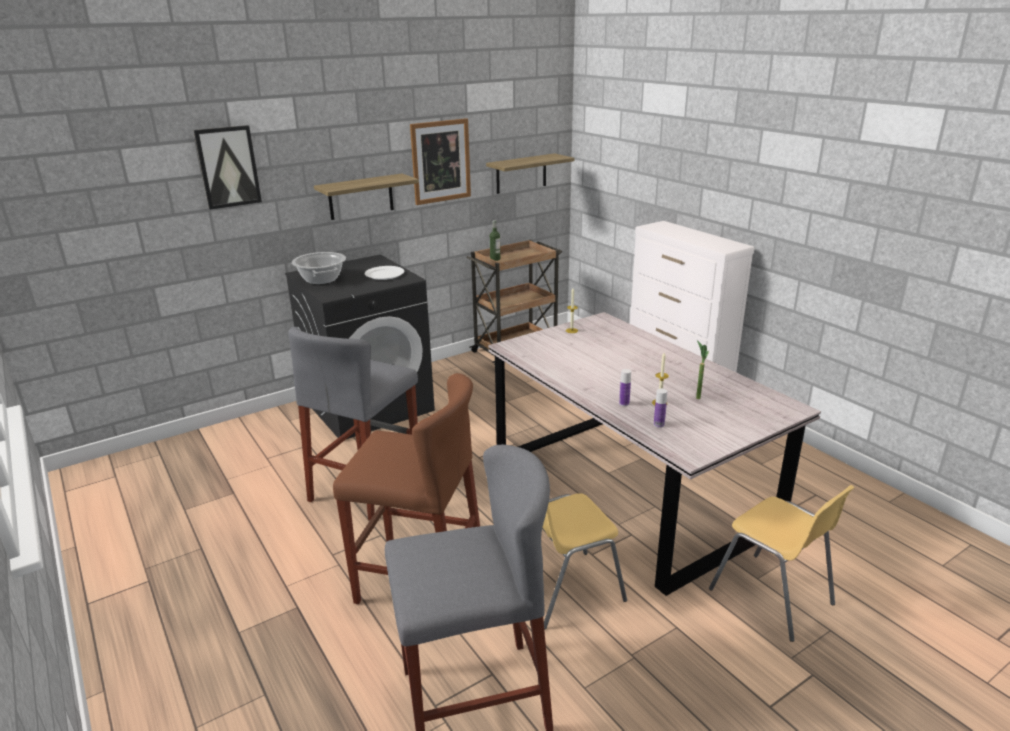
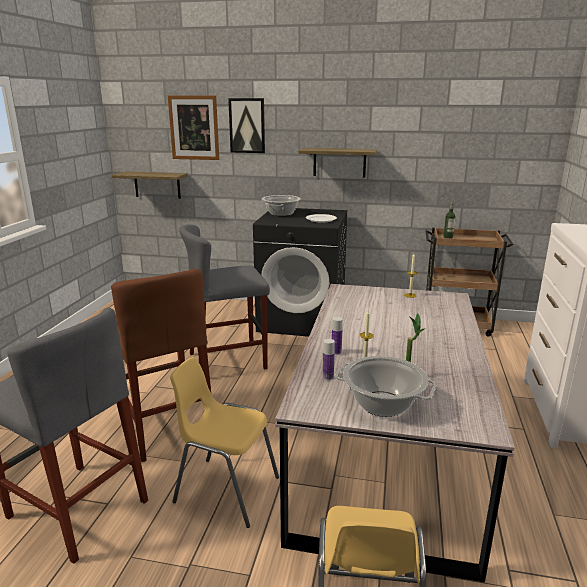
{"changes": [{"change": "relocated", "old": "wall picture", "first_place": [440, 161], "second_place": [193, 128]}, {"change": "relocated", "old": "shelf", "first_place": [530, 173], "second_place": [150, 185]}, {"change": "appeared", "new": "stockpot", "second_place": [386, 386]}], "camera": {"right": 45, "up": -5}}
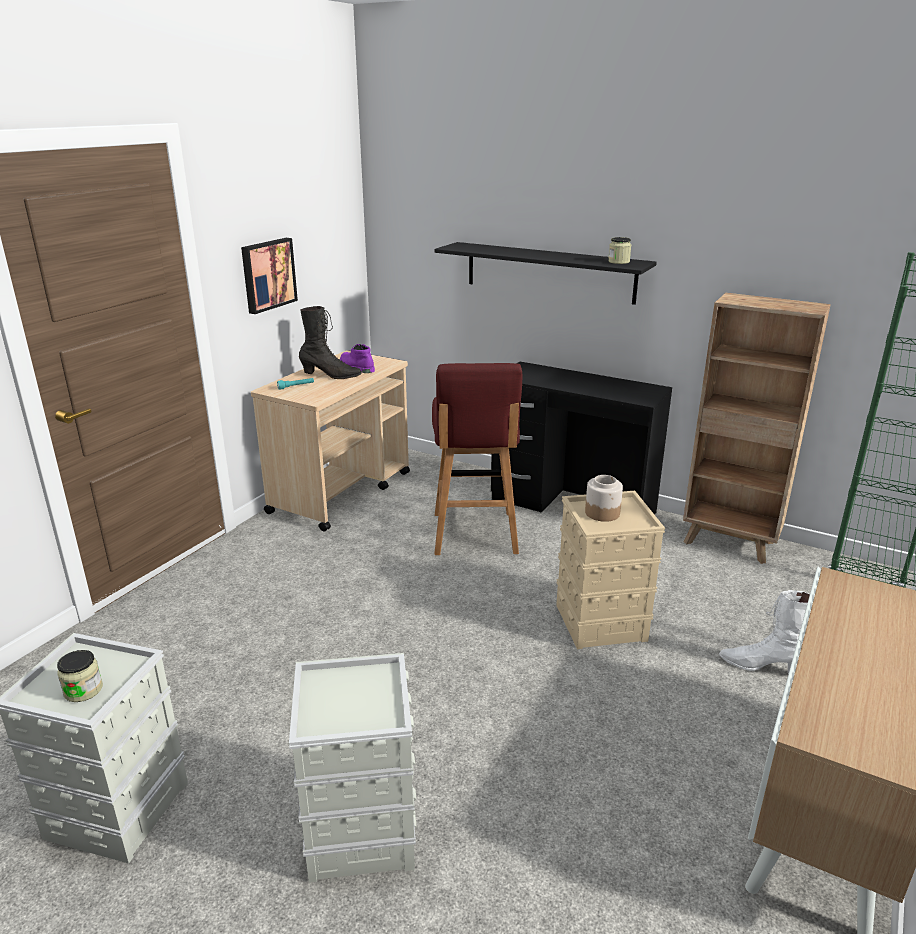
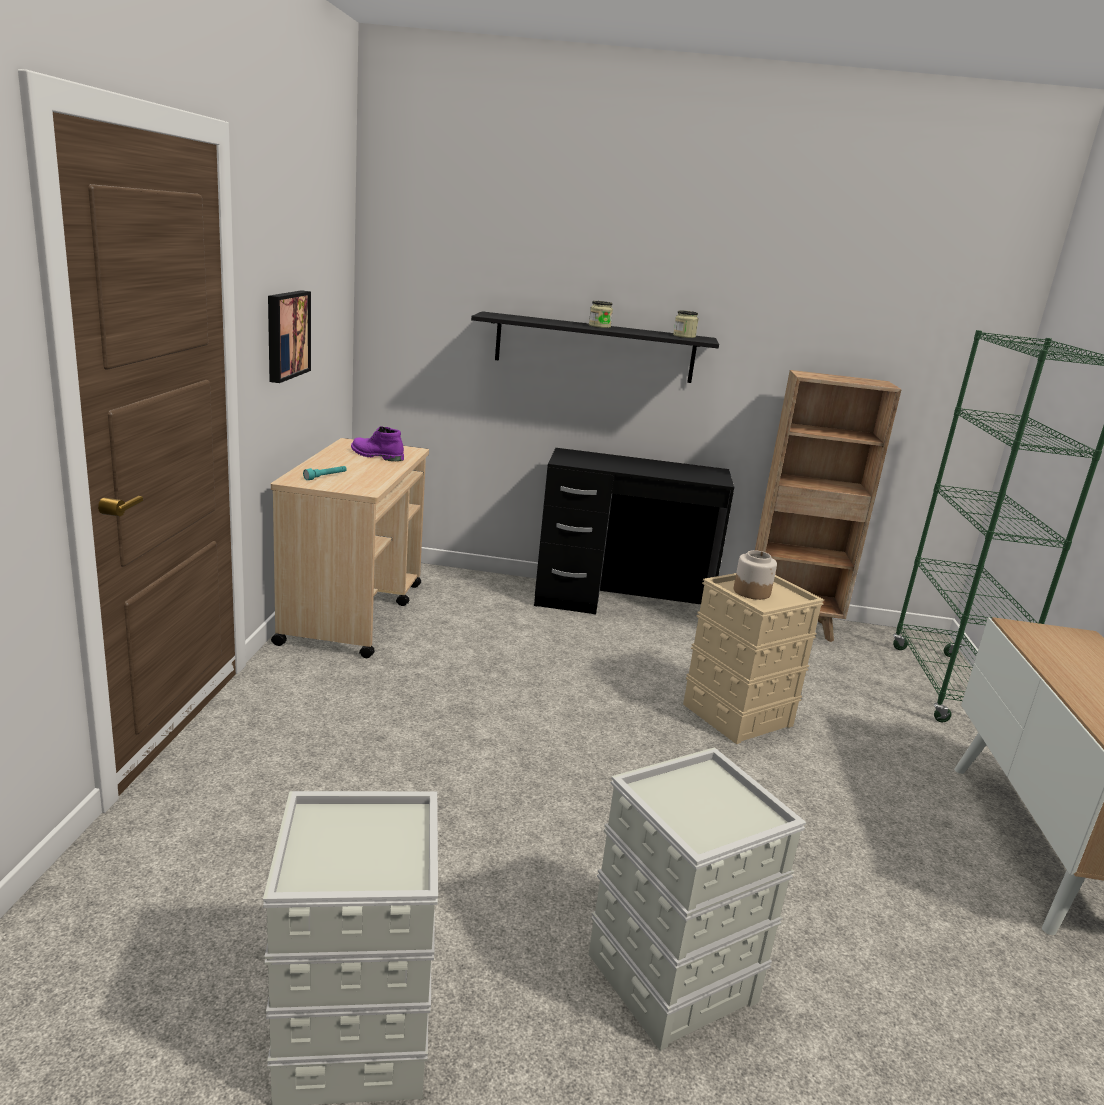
{"changes": [{"change": "relocated", "old": "preserve jar", "first_place": [80, 676], "second_place": [601, 314]}, {"change": "missing", "old": "tall boot/blackish", "first_place": [330, 342]}, {"change": "missing", "old": "stool/red", "first_place": [477, 459]}, {"change": "missing", "old": "tall boot/white", "first_place": [764, 632]}], "camera": {"right": -25, "up": -5}}
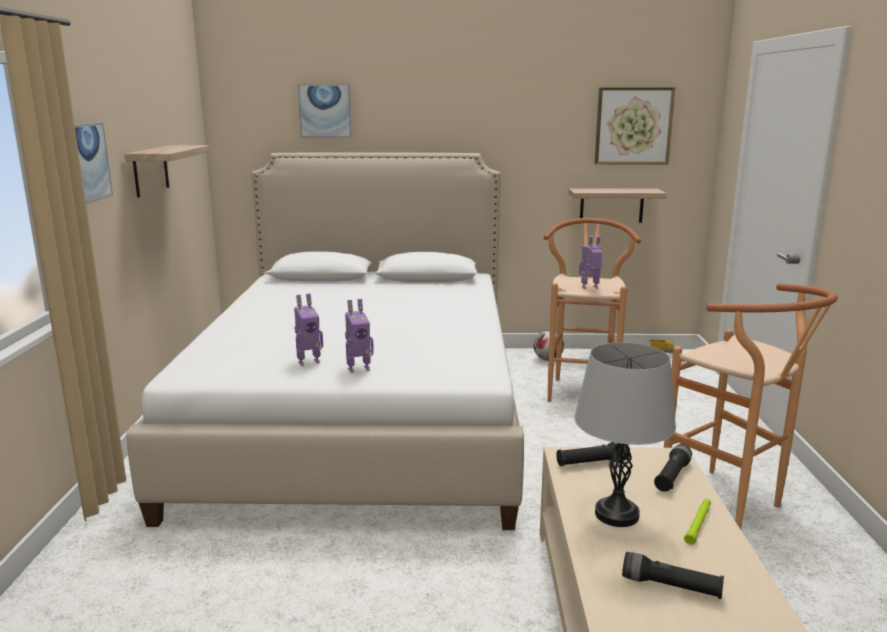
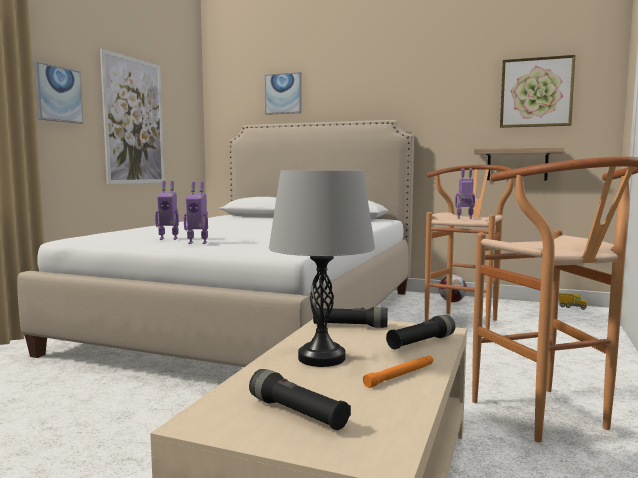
{"changes": [{"change": "exchanged", "old": "shelf", "new": "wall picture", "first_place": [167, 171], "second_place": [132, 116]}, {"change": "colour", "old": "torch/green-coloured", "new": "torch/orange-coloured", "first_place": [697, 522], "second_place": [398, 372]}], "camera": {"right": 20, "up": -10}}
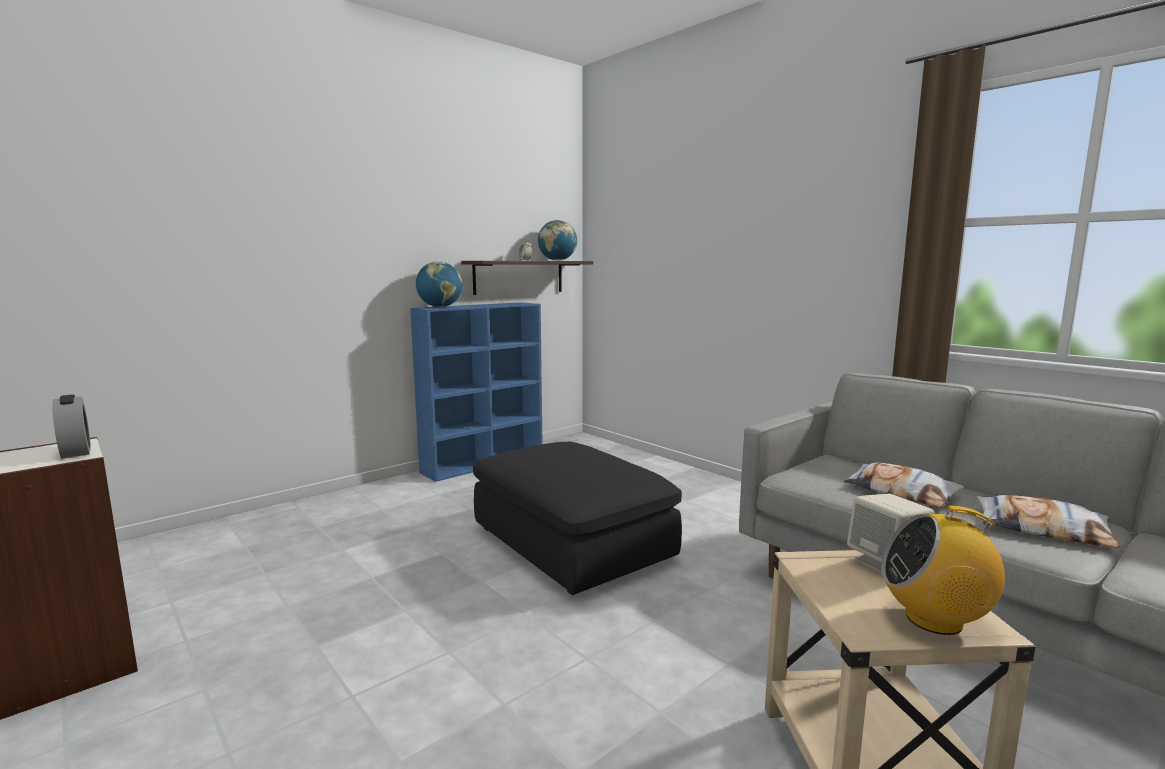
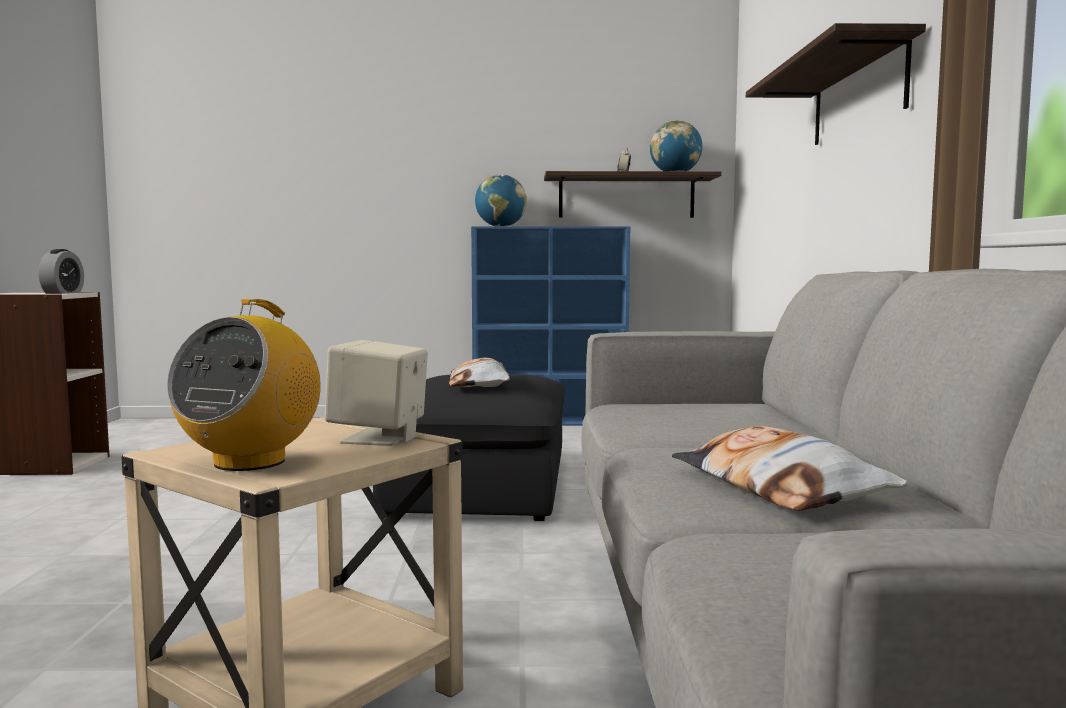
{"changes": [{"change": "relocated", "old": "cushion", "first_place": [904, 485], "second_place": [479, 373]}, {"change": "spun", "old": "radio receiver", "first_place": [943, 570], "second_place": [244, 385], "degrees": -120}, {"change": "appeared", "new": "shelf", "second_place": [836, 84]}], "camera": {"right": 40, "up": -5}}
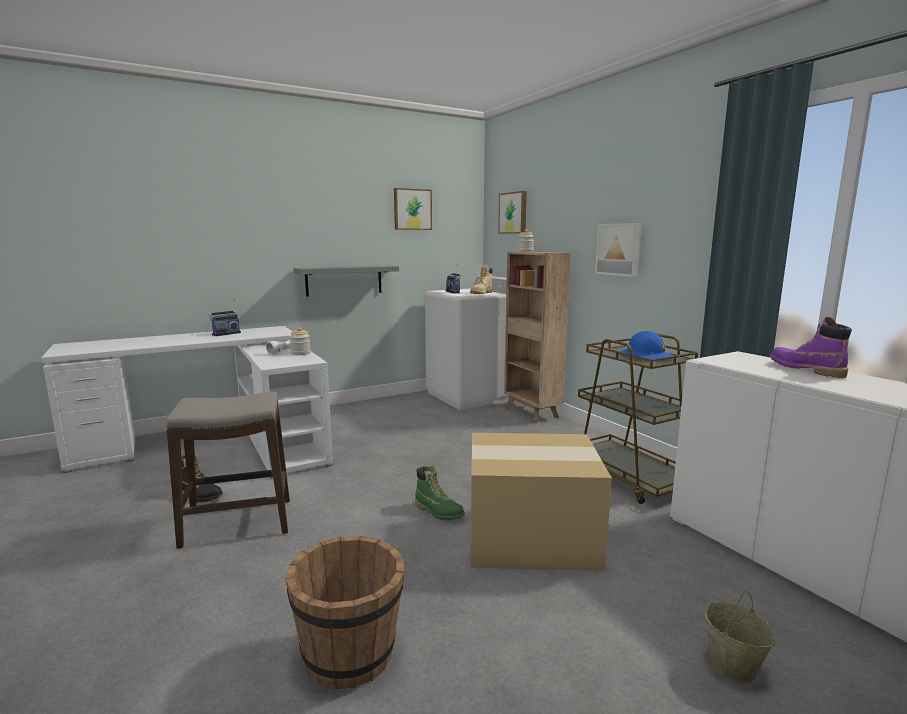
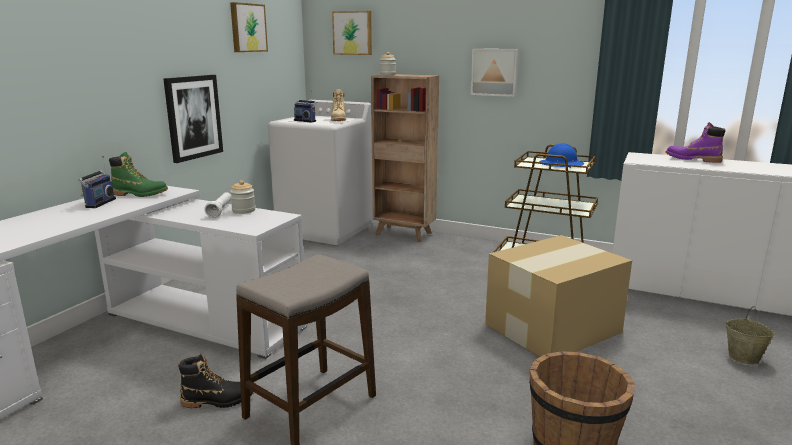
{"changes": [{"change": "exchanged", "old": "shelf/gray", "new": "wall picture", "first_place": [346, 281], "second_place": [193, 119]}, {"change": "relocated", "old": "tall boot/green-coloured", "first_place": [440, 493], "second_place": [138, 174]}], "camera": {"right": -35, "up": 5}}
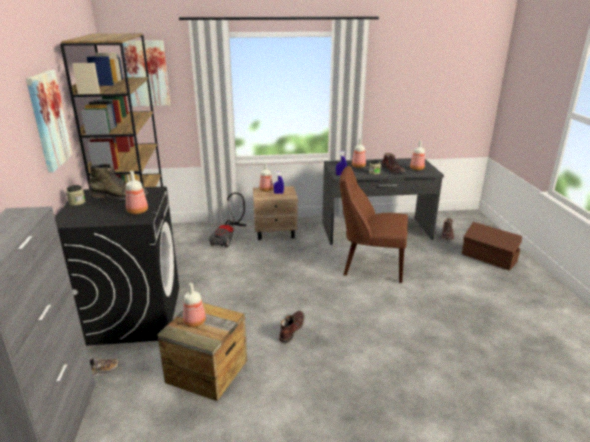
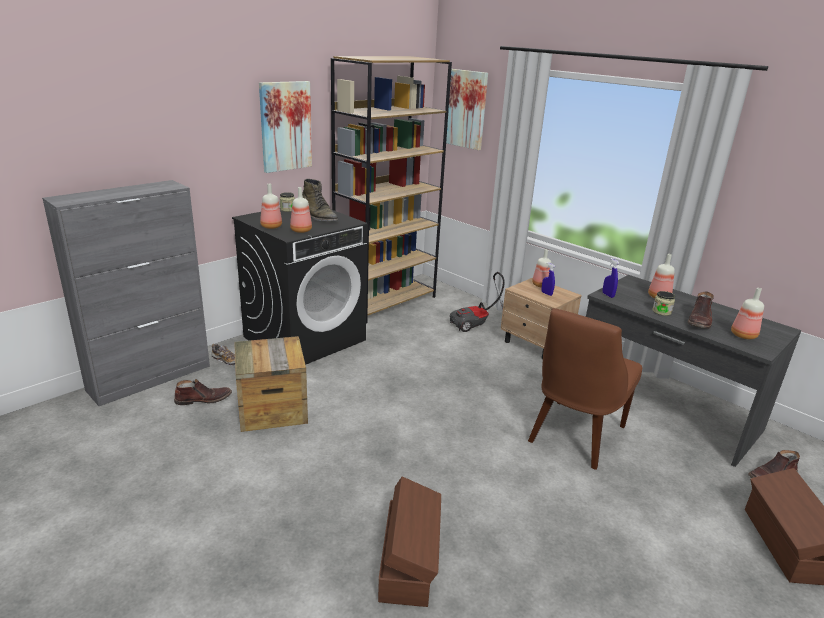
{"changes": [{"change": "relocated", "old": "beverage bottle", "first_place": [194, 305], "second_place": [271, 206]}, {"change": "relocated", "old": "tall boot/brownish", "first_place": [292, 327], "second_place": [203, 392]}, {"change": "spun", "old": "upright chair/brownish", "first_place": [374, 224], "second_place": [585, 389], "degrees": -120}, {"change": "appeared", "new": "storage box/brownish", "second_place": [409, 542]}], "camera": {"right": 50, "up": 0}}
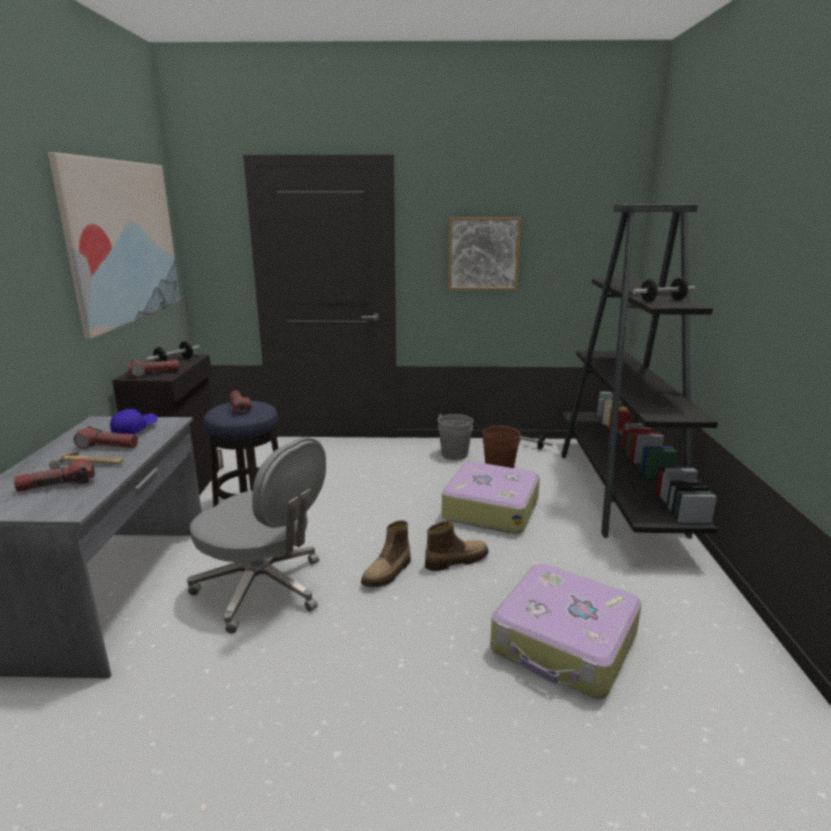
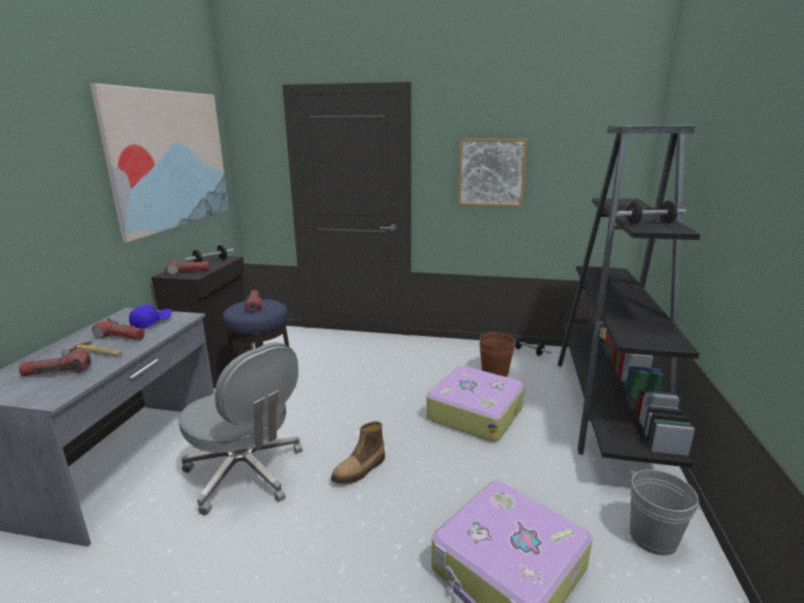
{"changes": [{"change": "missing", "old": "tall boot", "first_place": [457, 546]}, {"change": "relocated", "old": "pail/gray", "first_place": [455, 437], "second_place": [665, 513]}], "camera": {"right": 10, "up": 0}}
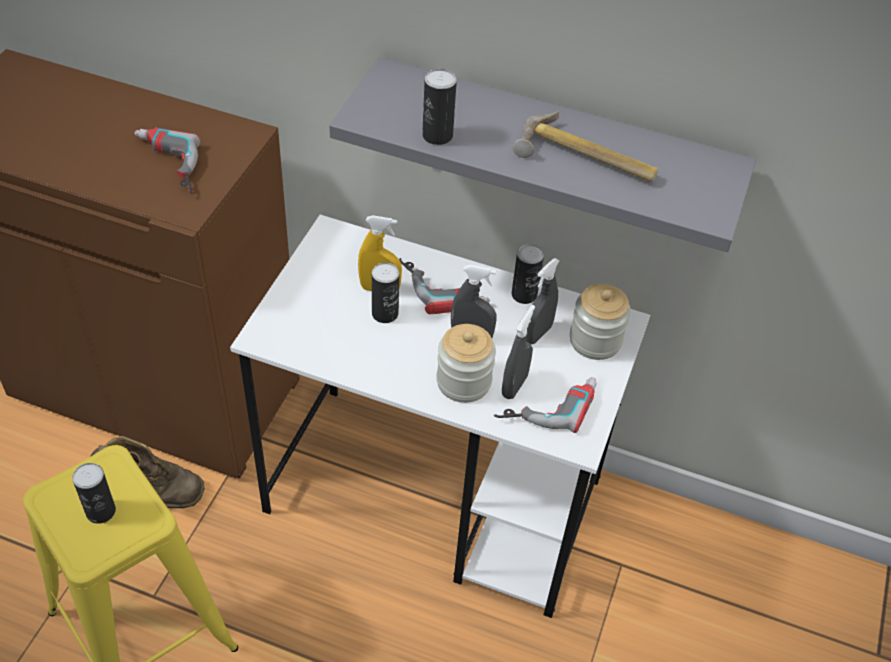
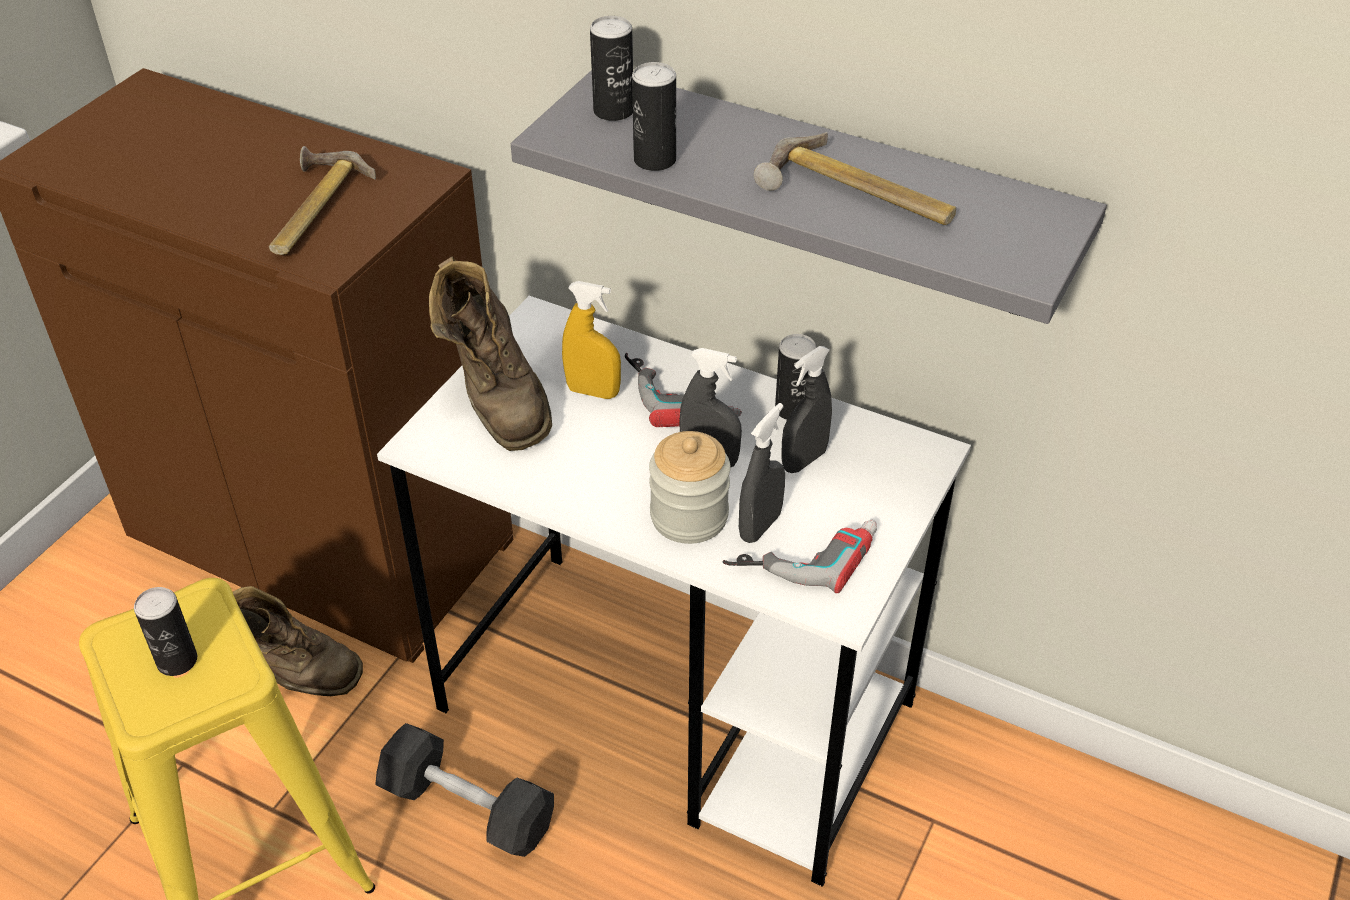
{"changes": [{"change": "exchanged", "old": "power drill", "new": "hand hammer", "first_place": [167, 161], "second_place": [322, 200]}, {"change": "relocated", "old": "sealed can", "first_place": [385, 292], "second_place": [611, 68]}, {"change": "missing", "old": "preserve jar", "first_place": [600, 322]}, {"change": "appeared", "new": "dumbbell/blackish", "second_place": [464, 790]}, {"change": "appeared", "new": "tall boot/brownish", "second_place": [490, 354]}], "camera": {"right": 10, "up": -5}}
